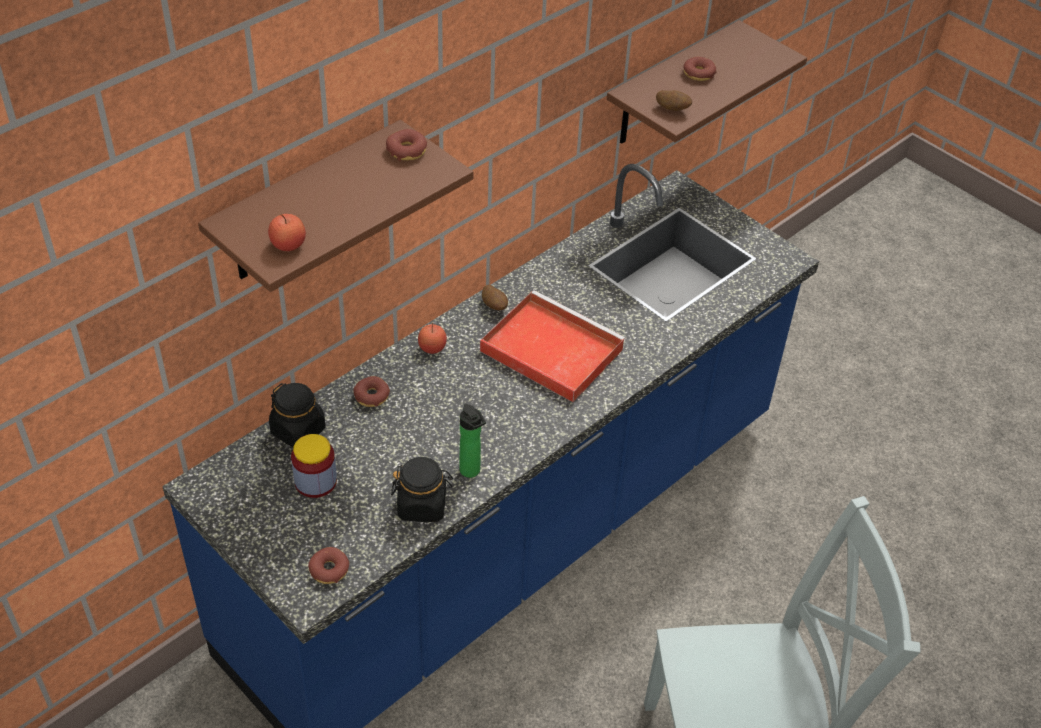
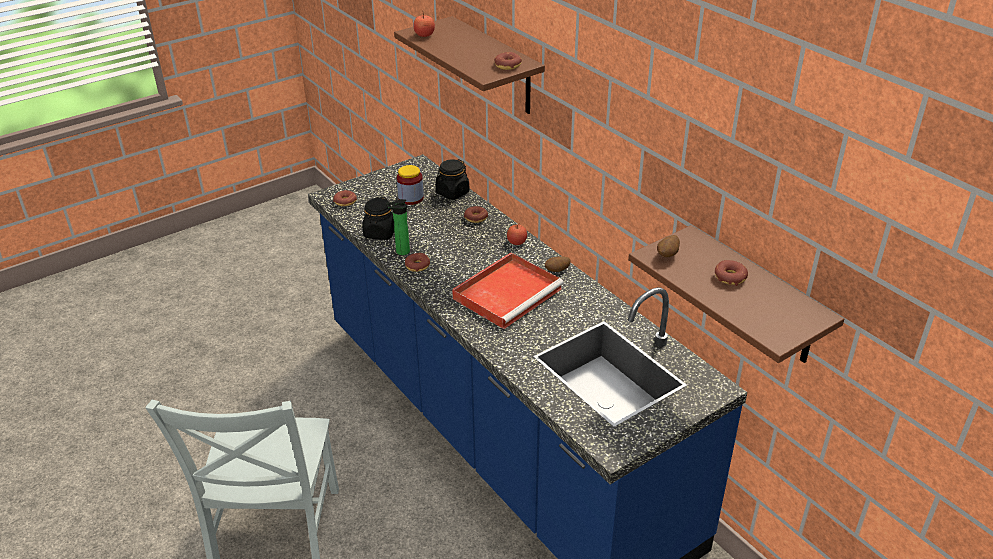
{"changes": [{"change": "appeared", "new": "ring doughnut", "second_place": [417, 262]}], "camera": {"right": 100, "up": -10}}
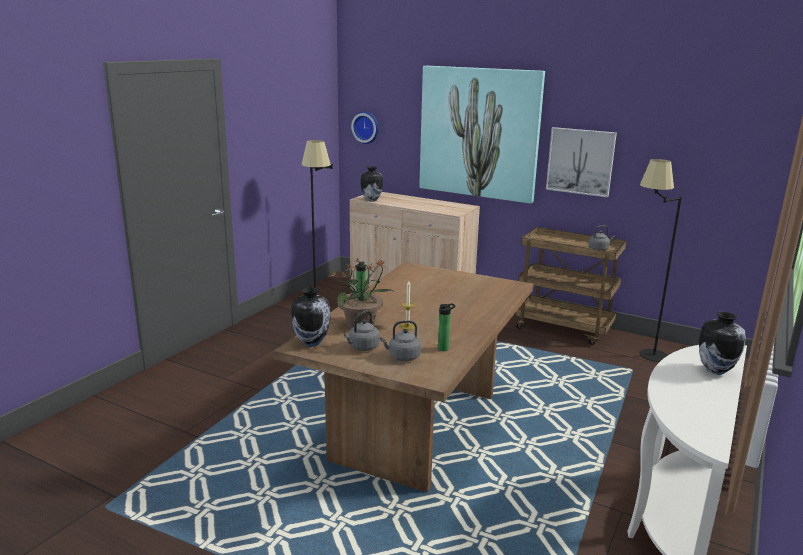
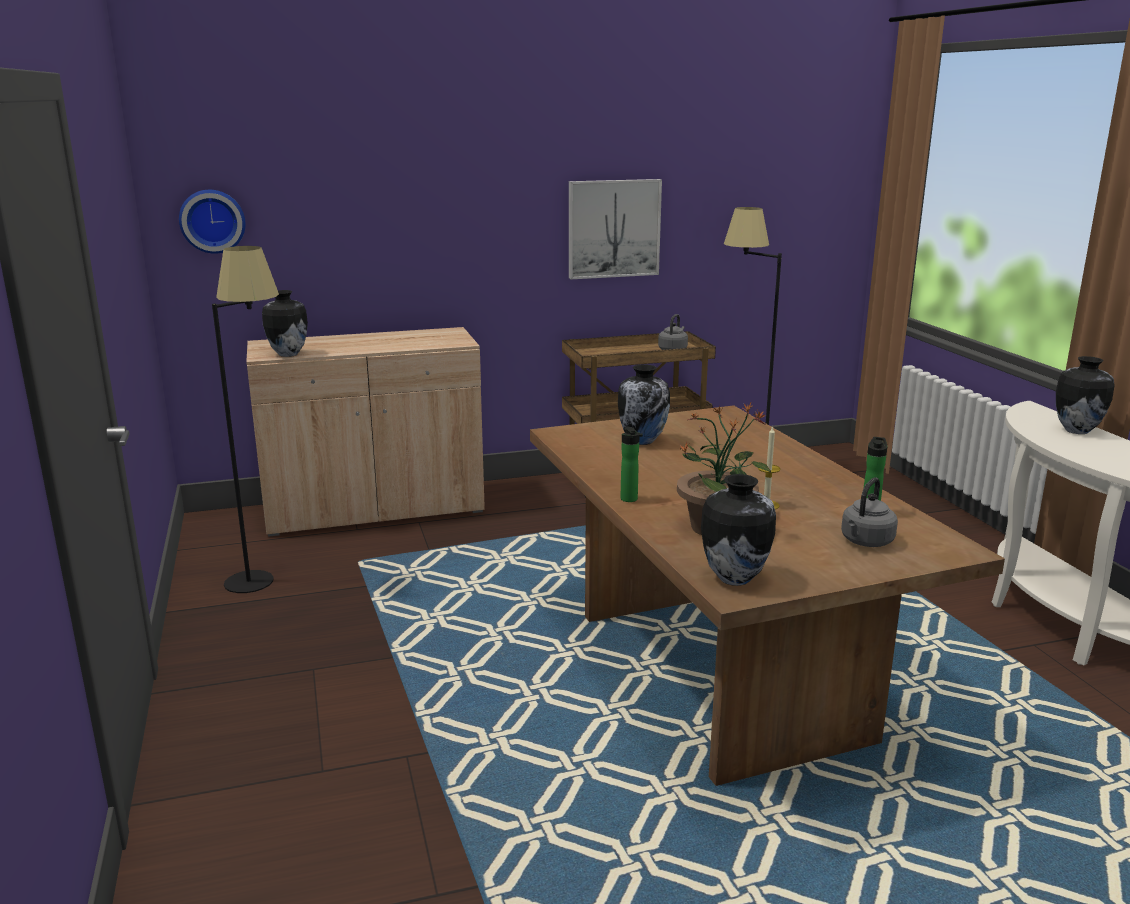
{"changes": [{"change": "missing", "old": "kettle/gray", "first_place": [362, 330]}, {"change": "missing", "old": "wall picture", "first_place": [482, 135]}, {"change": "appeared", "new": "vase", "second_place": [644, 404]}], "camera": {"right": -45, "up": 0}}
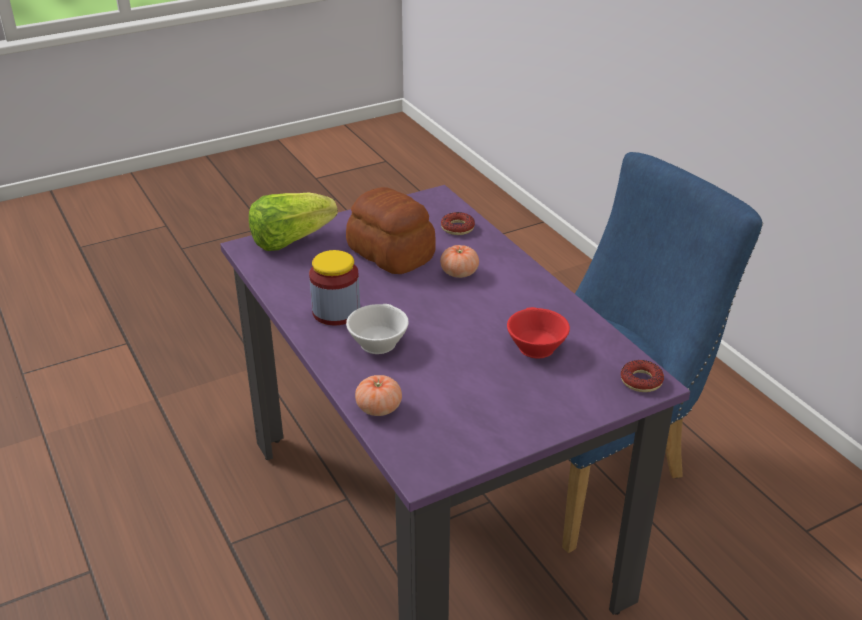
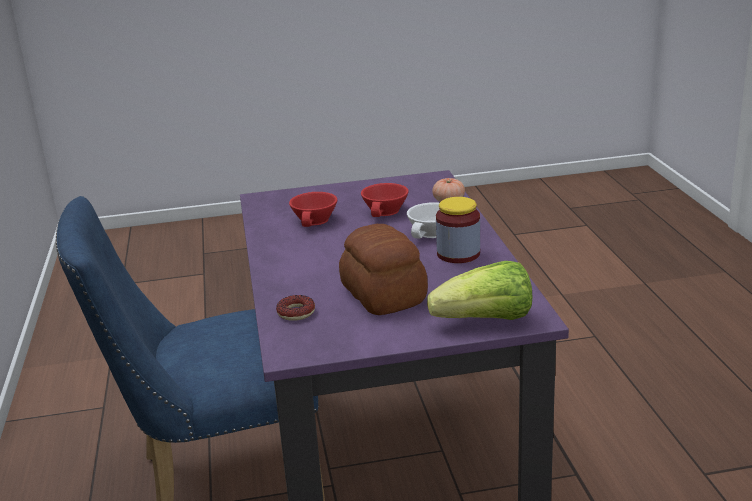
{"changes": [{"change": "missing", "old": "fresh tomato", "first_place": [459, 261]}, {"change": "missing", "old": "ring doughnut", "first_place": [642, 376]}, {"change": "appeared", "new": "small cup/red", "second_place": [384, 200]}], "camera": {"right": -160, "up": -10}}
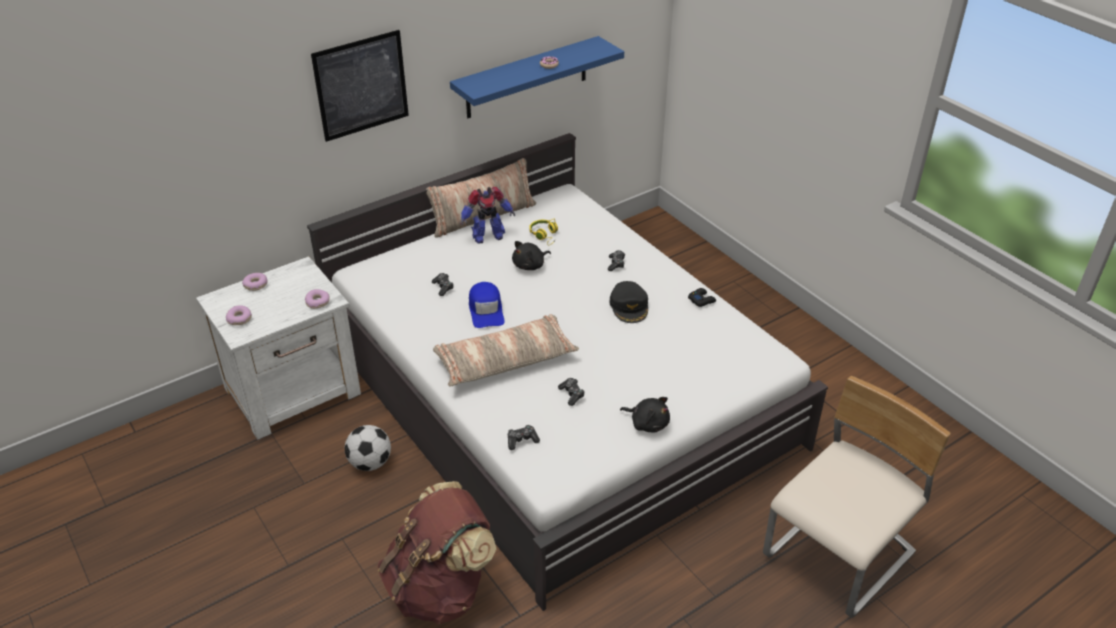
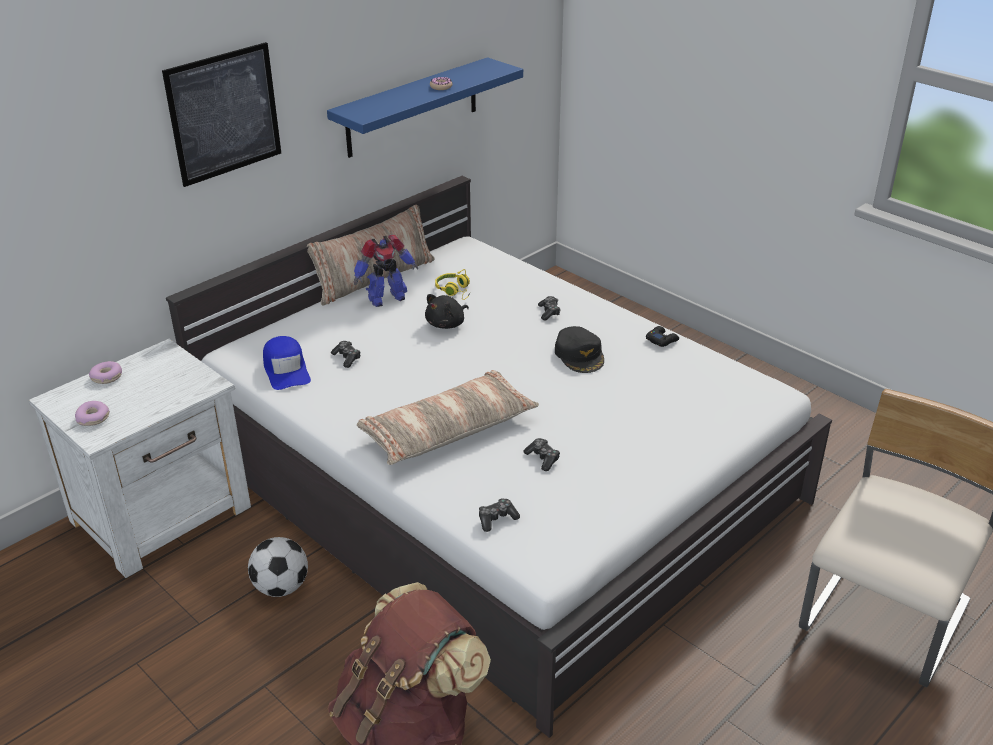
{"changes": [{"change": "missing", "old": "ring doughnut", "first_place": [317, 299]}, {"change": "relocated", "old": "baseball cap/bluish", "first_place": [487, 305], "second_place": [287, 363]}, {"change": "missing", "old": "soft toy/blackish", "first_place": [645, 414]}], "camera": {"right": -10, "up": -5}}
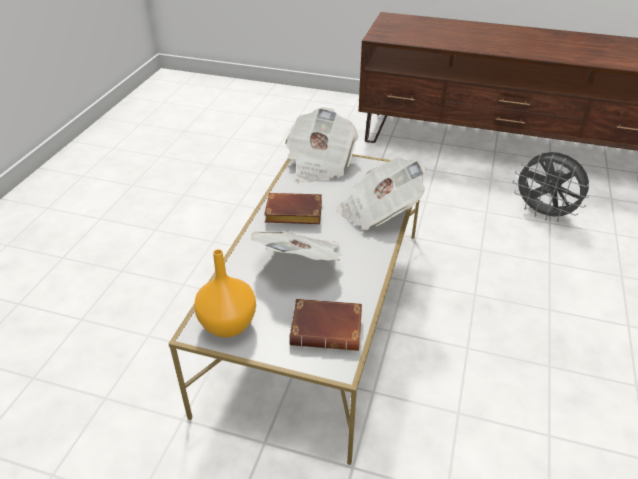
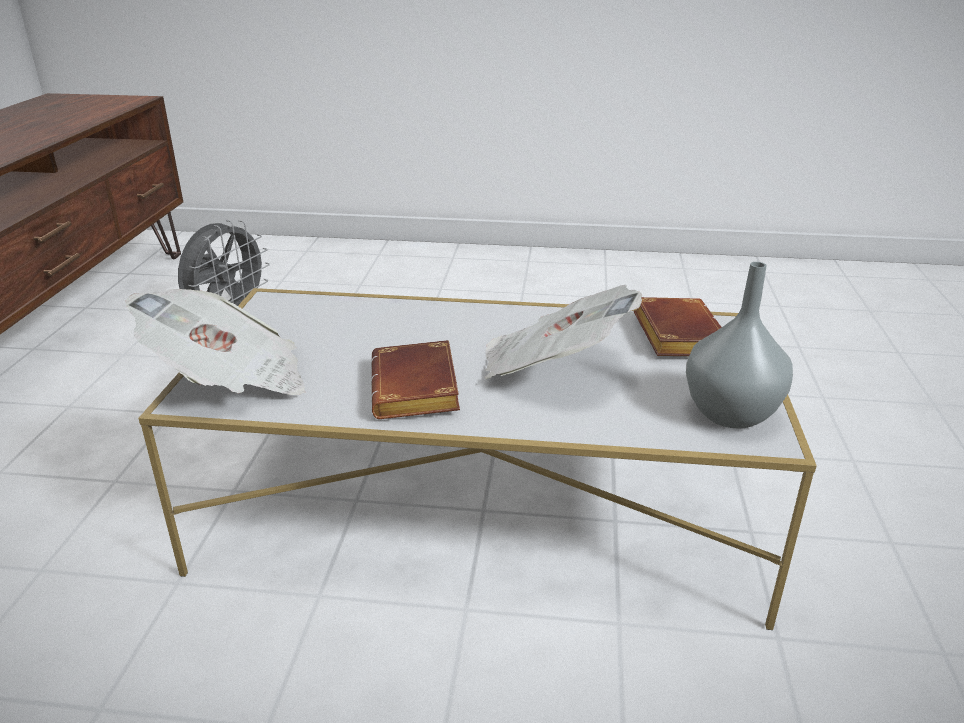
{"changes": [{"change": "colour", "old": "vase/orange-coloured", "new": "vase/gray", "first_place": [225, 293], "second_place": [739, 345]}, {"change": "missing", "old": "printed paper", "first_place": [381, 194]}], "camera": {"right": -100, "up": -10}}
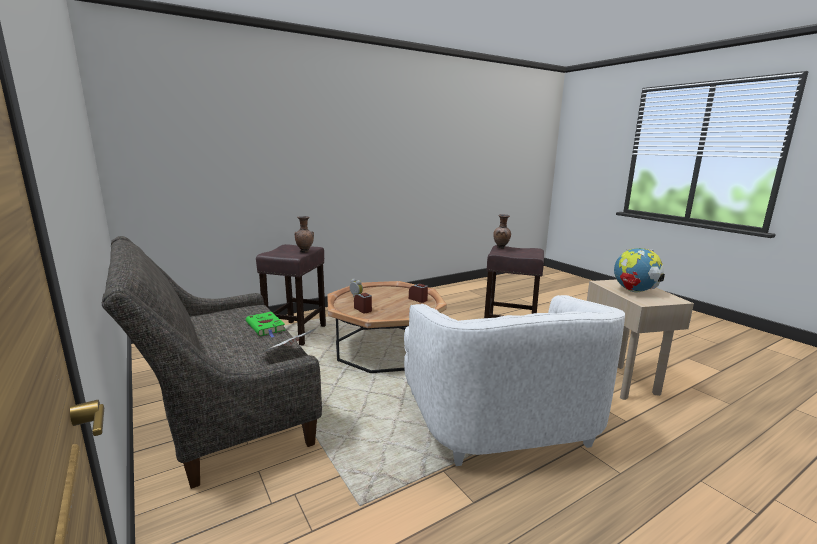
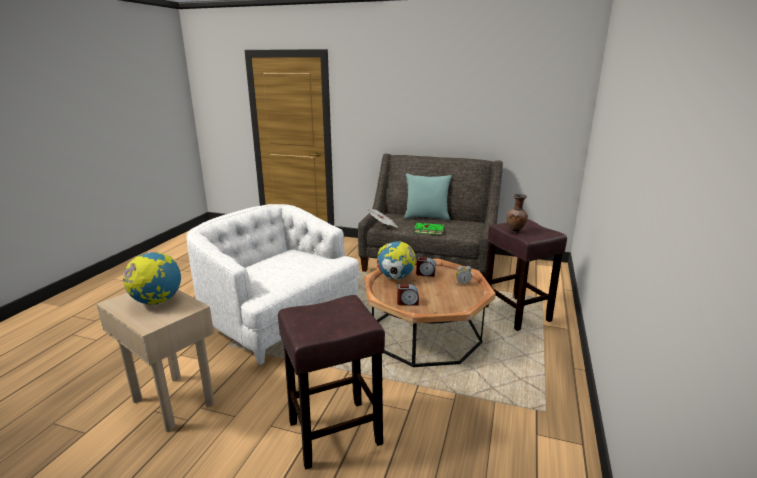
{"changes": [{"change": "missing", "old": "vase/brownish", "first_place": [502, 231]}, {"change": "appeared", "new": "globe", "second_place": [396, 260]}, {"change": "appeared", "new": "cushion/turquoise-coloured", "second_place": [428, 196]}], "camera": {"right": 140, "up": 5}}
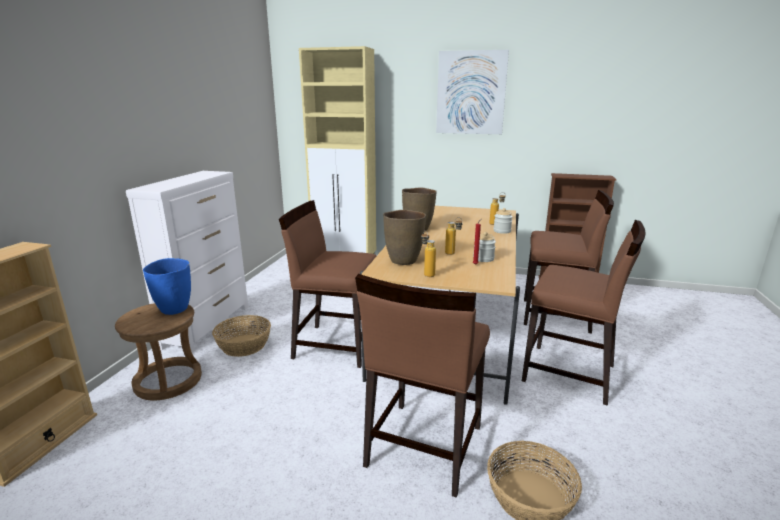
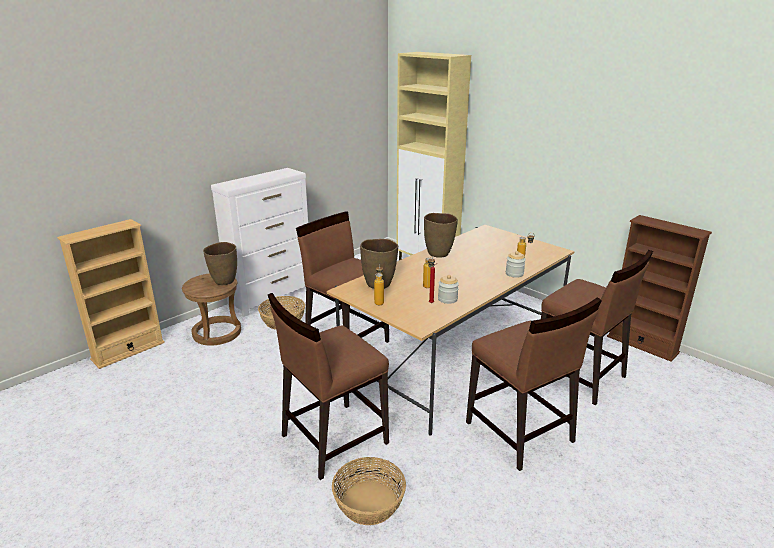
{"changes": [{"change": "colour", "old": "vase/bluish", "new": "vase/brownish", "first_place": [167, 286], "second_place": [220, 263]}, {"change": "missing", "old": "wall picture", "first_place": [472, 92]}], "camera": {"right": 30, "up": 5}}
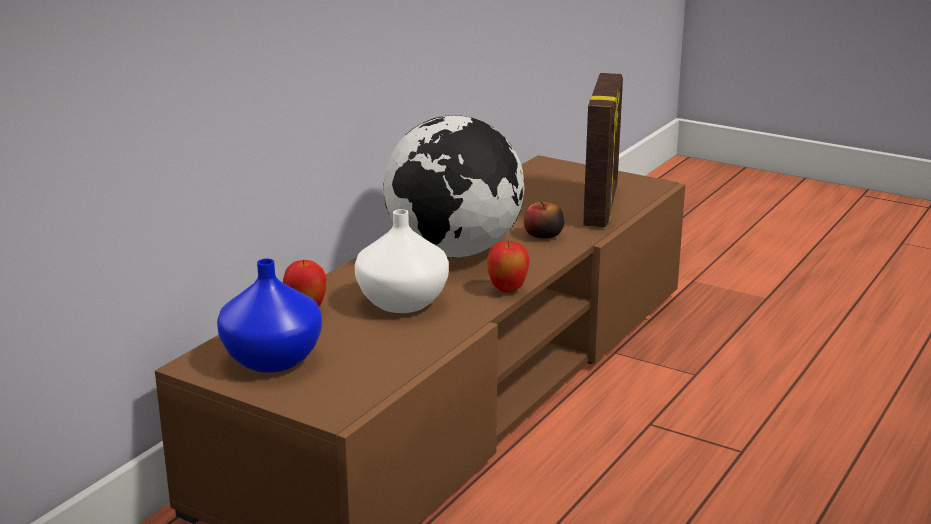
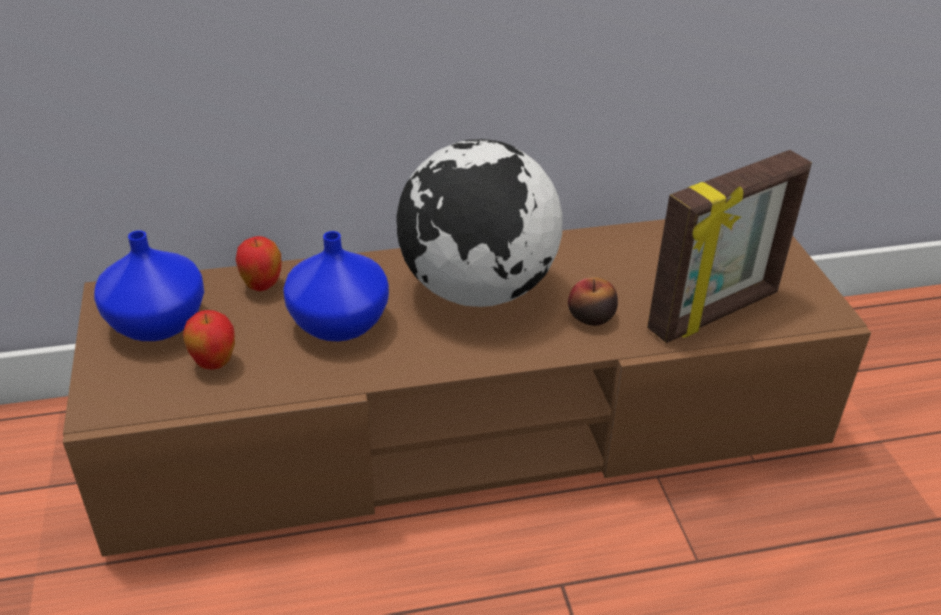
{"changes": [{"change": "colour", "old": "vase/white", "new": "vase/bluish", "first_place": [401, 261], "second_place": [336, 286]}, {"change": "relocated", "old": "apple fruit", "first_place": [508, 267], "second_place": [209, 339]}], "camera": {"right": 45, "up": 15}}
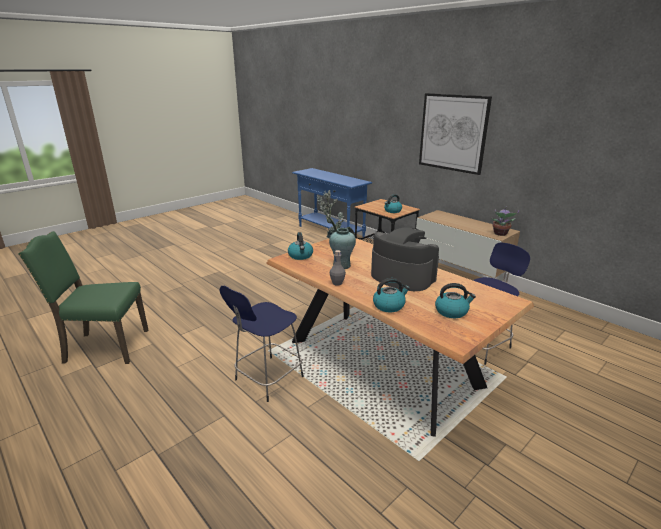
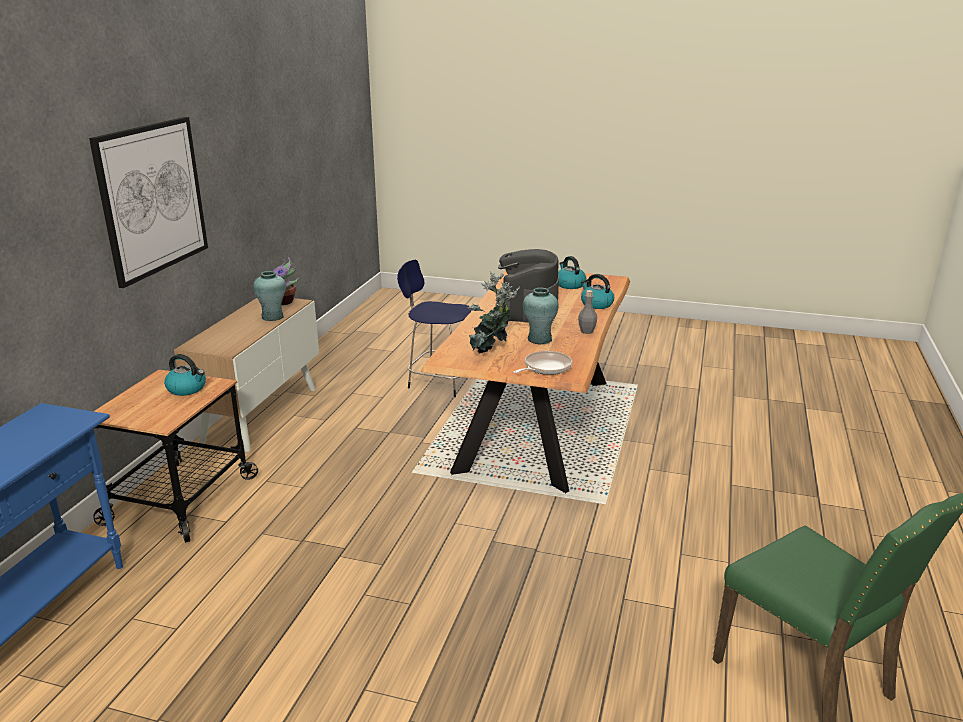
{"changes": [{"change": "missing", "old": "stool/bluish", "first_place": [262, 344]}, {"change": "exchanged", "old": "kettle", "new": "frying pan", "first_place": [300, 246], "second_place": [542, 363]}, {"change": "appeared", "new": "vase/turquoise-coloured", "second_place": [269, 296]}], "camera": {"right": -120, "up": 0}}
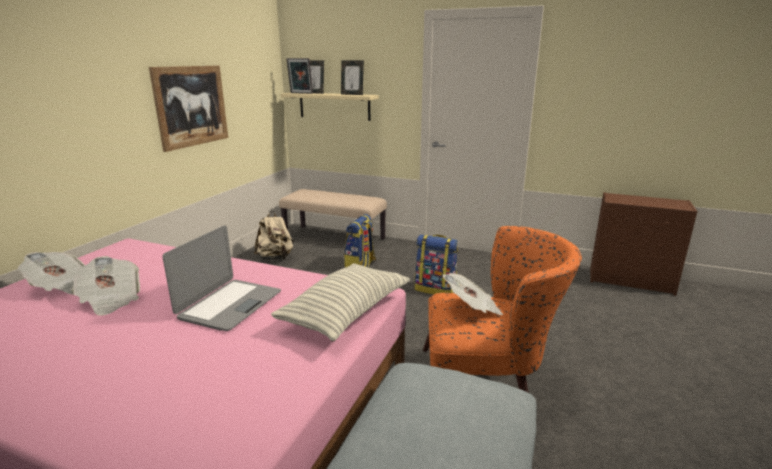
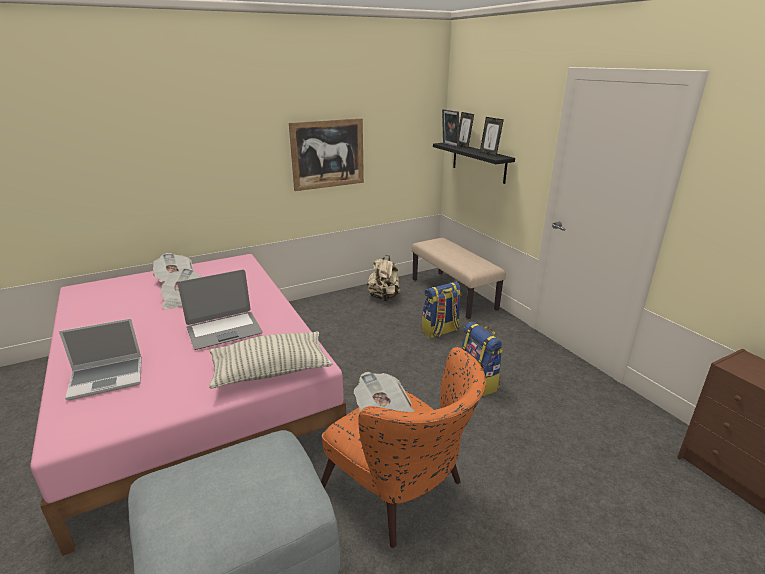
{"changes": [{"change": "colour", "old": "shelf/beige-coloured", "new": "shelf/blackish", "first_place": [330, 107], "second_place": [474, 163]}, {"change": "appeared", "new": "portable computer", "second_place": [100, 359]}], "camera": {"right": 40, "up": 5}}
